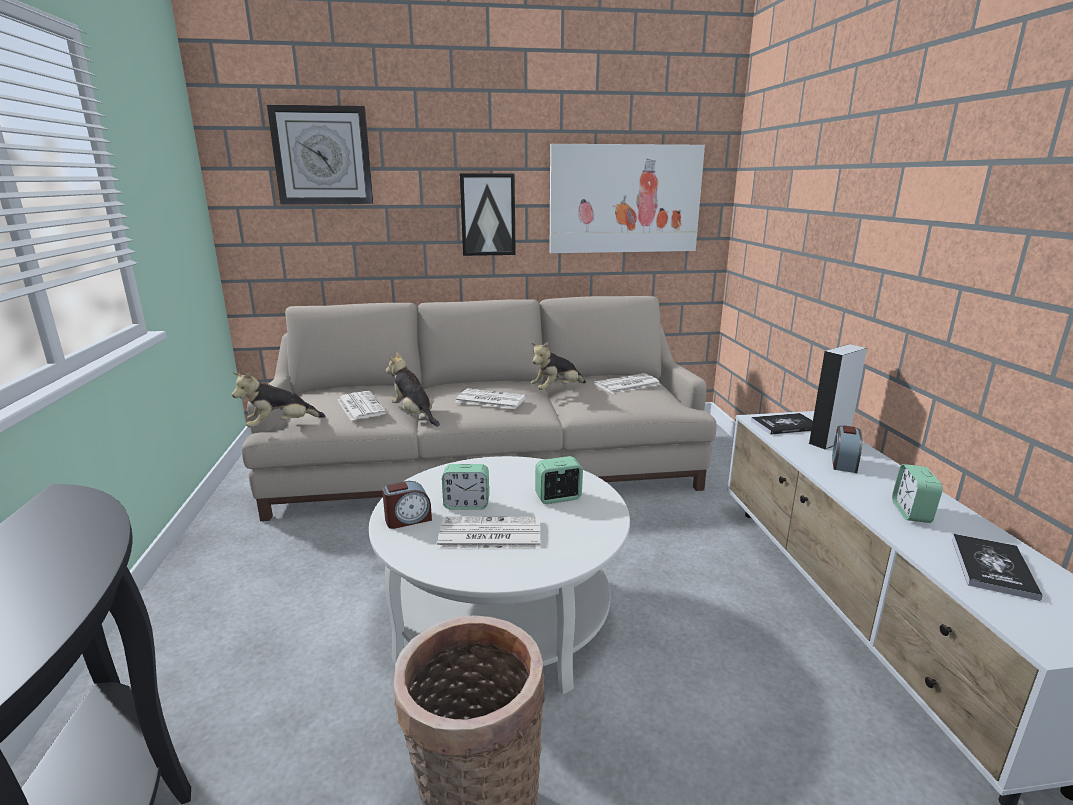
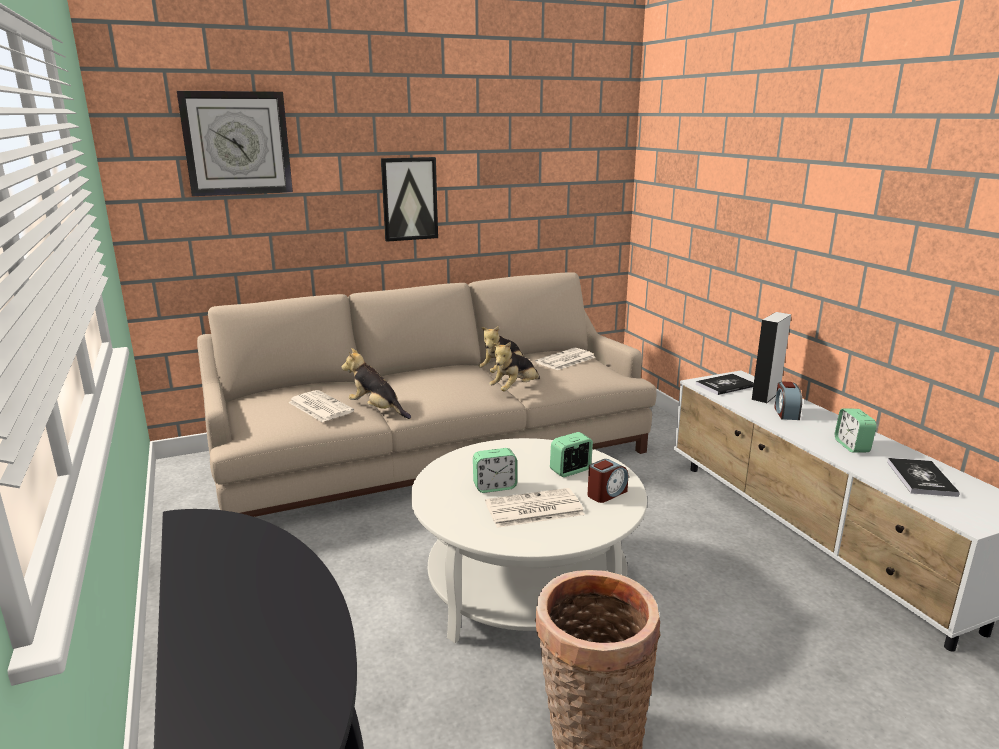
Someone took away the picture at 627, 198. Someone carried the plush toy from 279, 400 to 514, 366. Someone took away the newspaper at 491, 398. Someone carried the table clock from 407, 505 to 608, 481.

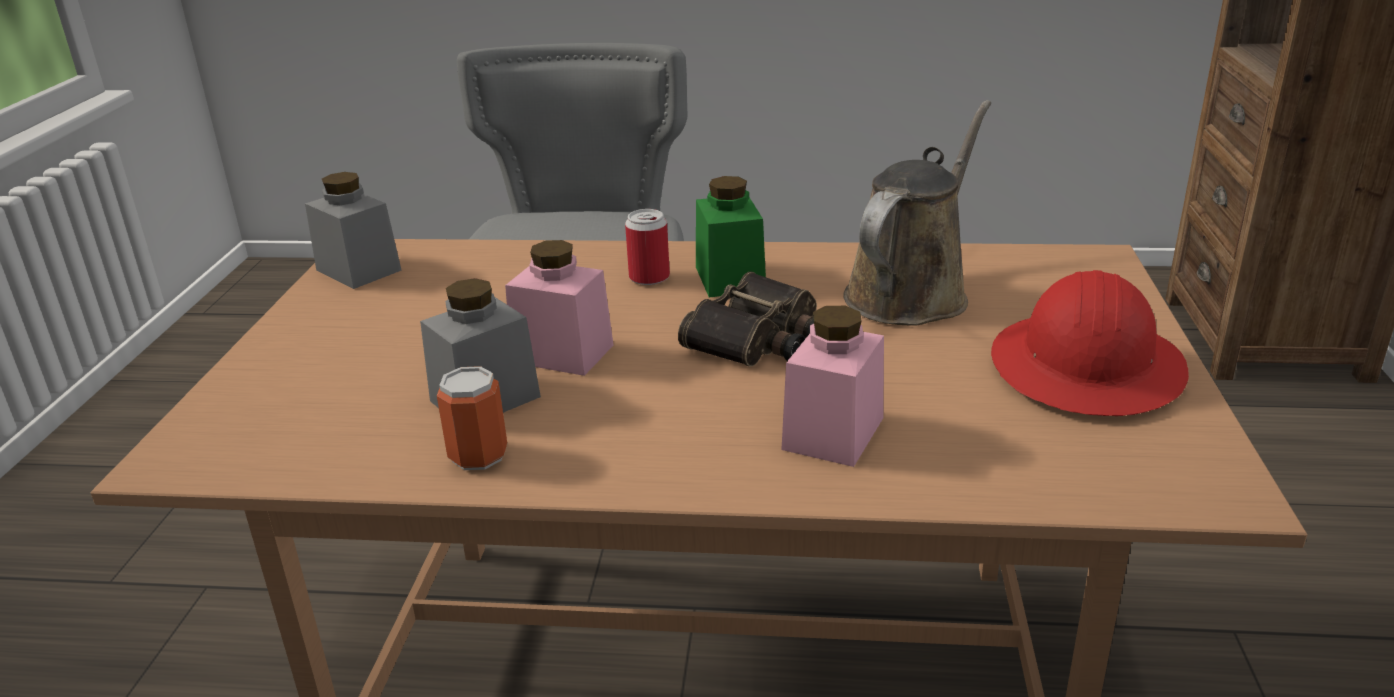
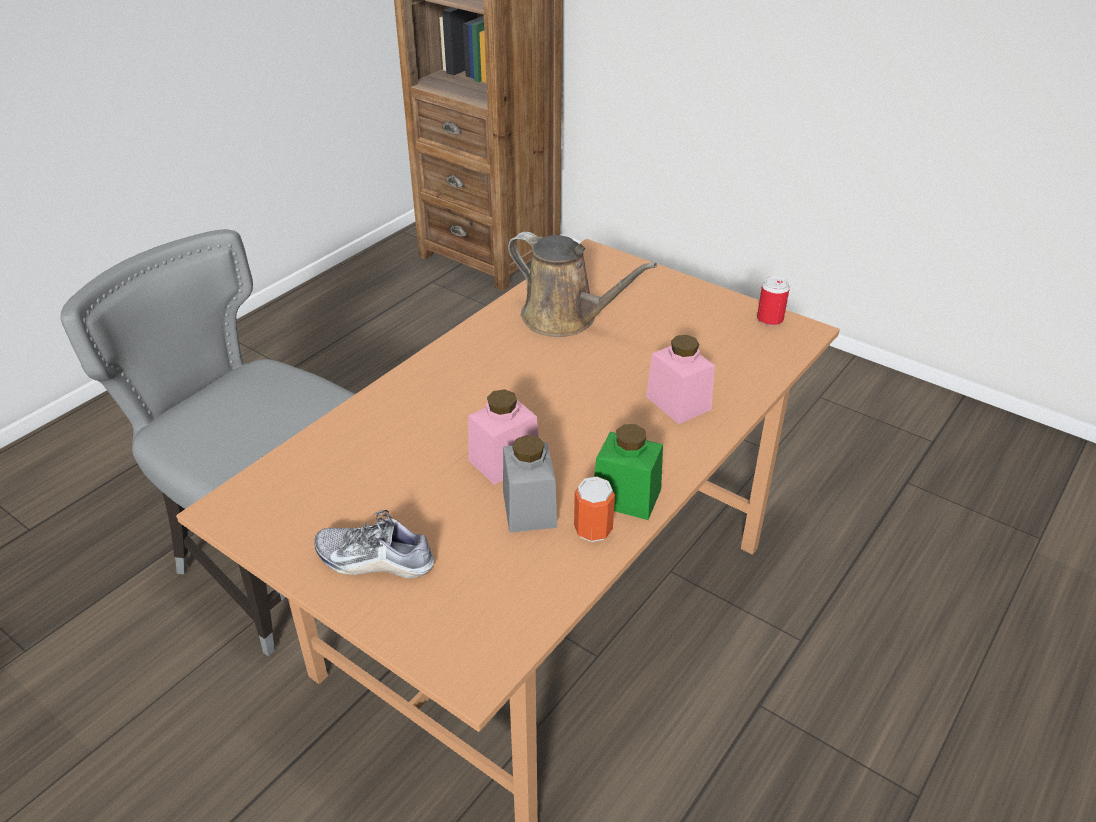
Someone rotated the brown watering can at 917, 213 by 150 degrees clockwise. Someone took away the gray preserve jar at 353, 230. Someone carried the green preserve jar from 731, 236 to 628, 472. Someone carried the sealed can from 647, 247 to 773, 301. Someone took away the red hard hat at 1090, 343. Someone took away the pair of binoculars at 747, 319. Someone put down the shoe at 374, 544.

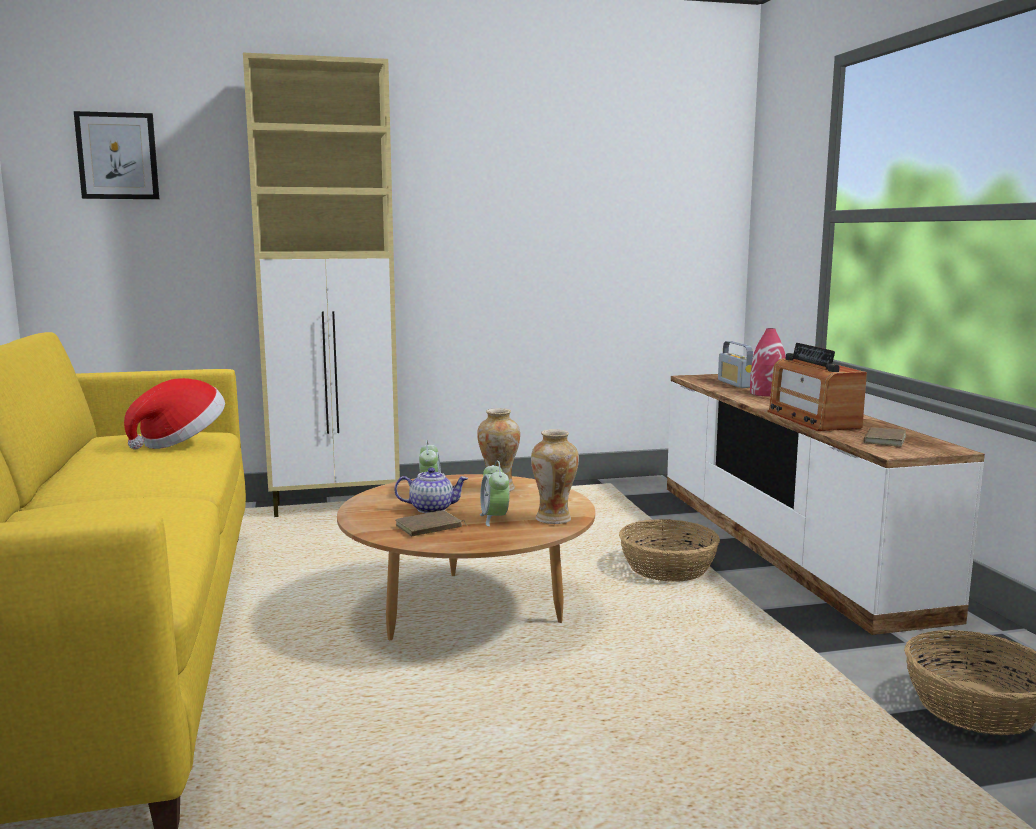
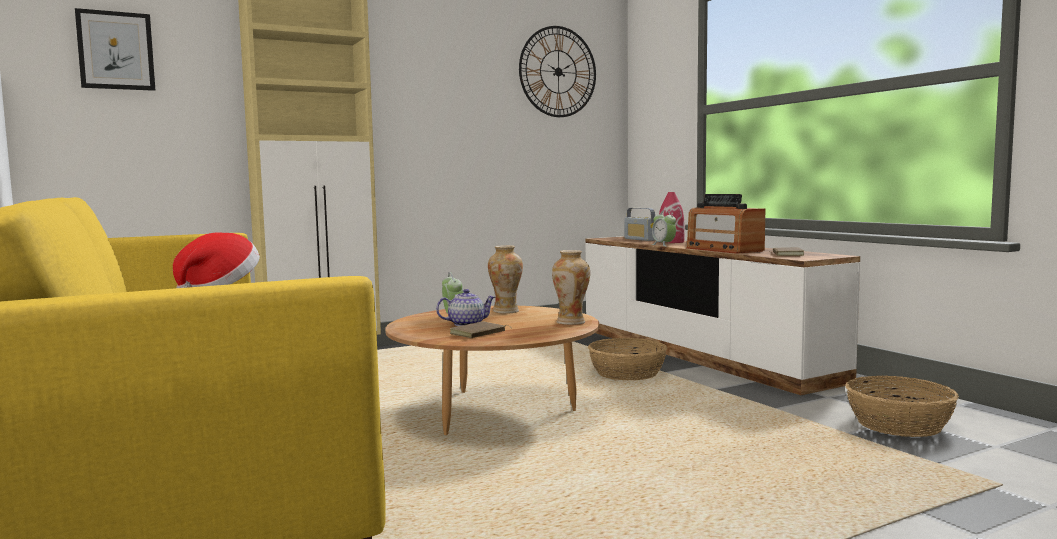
Someone carried the table clock from 495, 493 to 664, 228. Someone put up the clock on the wall at 557, 71.

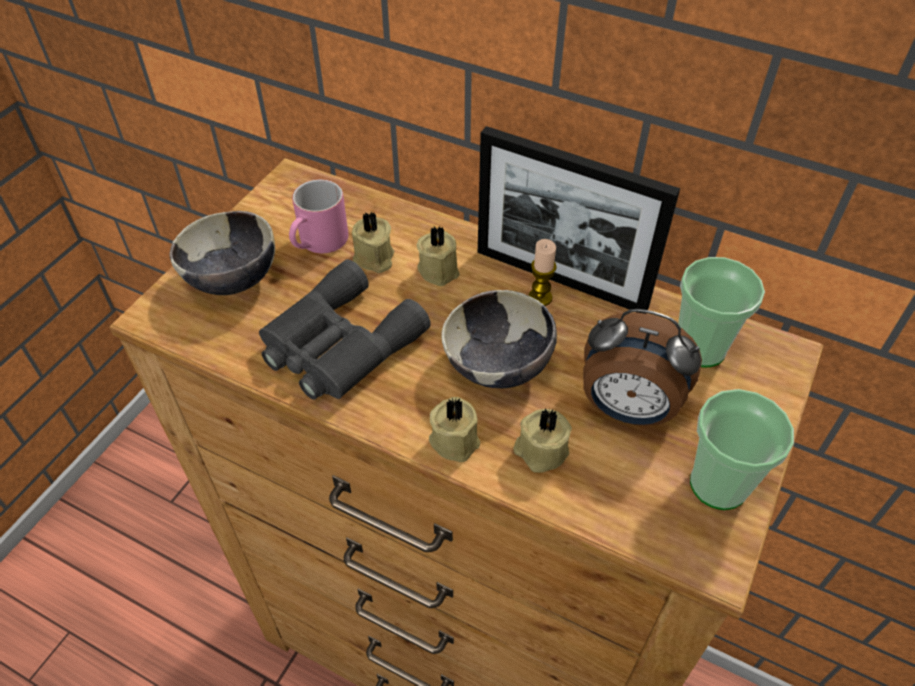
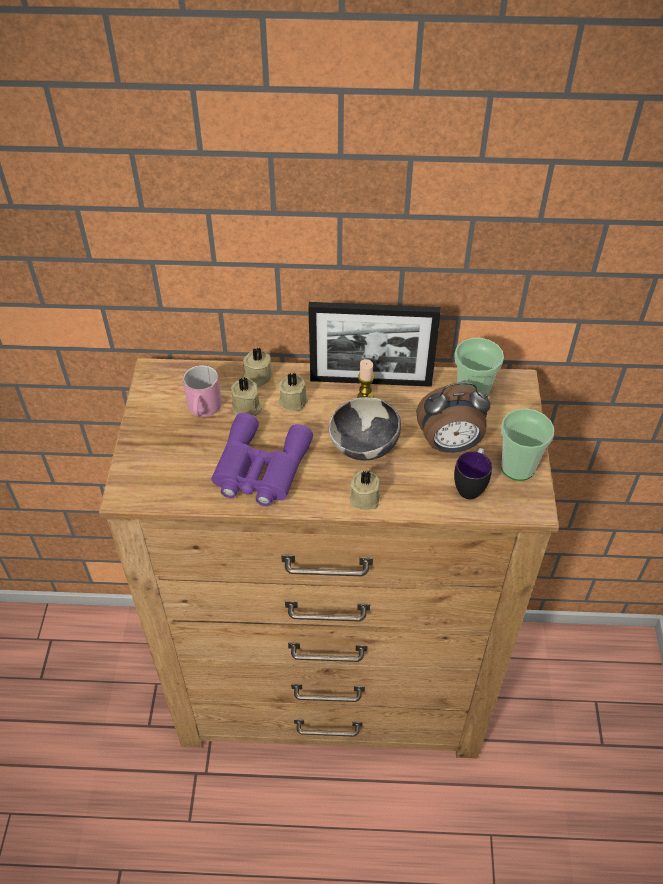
Someone took away the bowl at 222, 253. Someone repainted the gray pair of binoculars at 345, 329, which became the purplish pair of binoculars at 262, 459. Someone carried the beige-coloured candle from 542, 440 to 257, 367. Someone put down the tea mug at 473, 473.

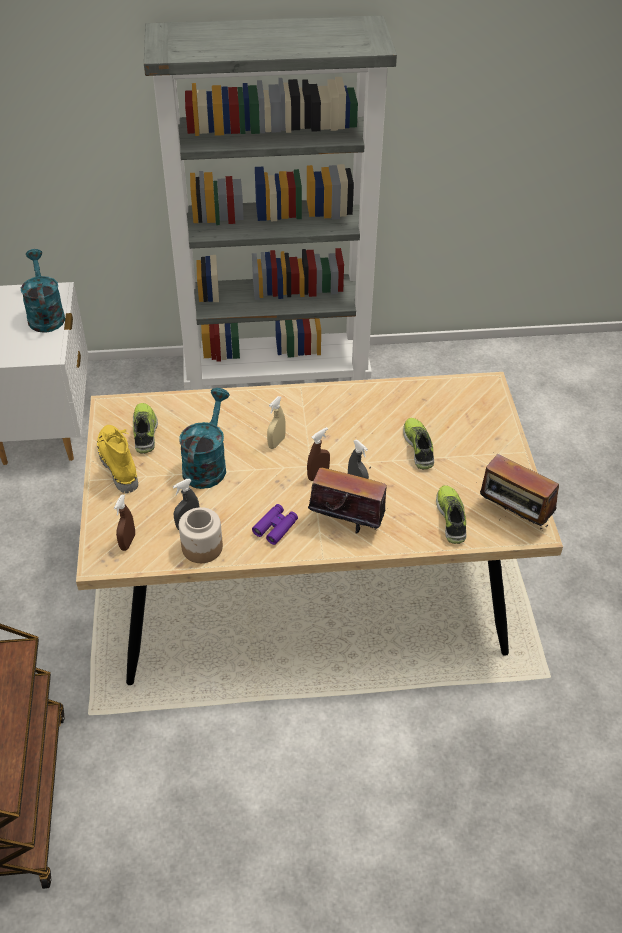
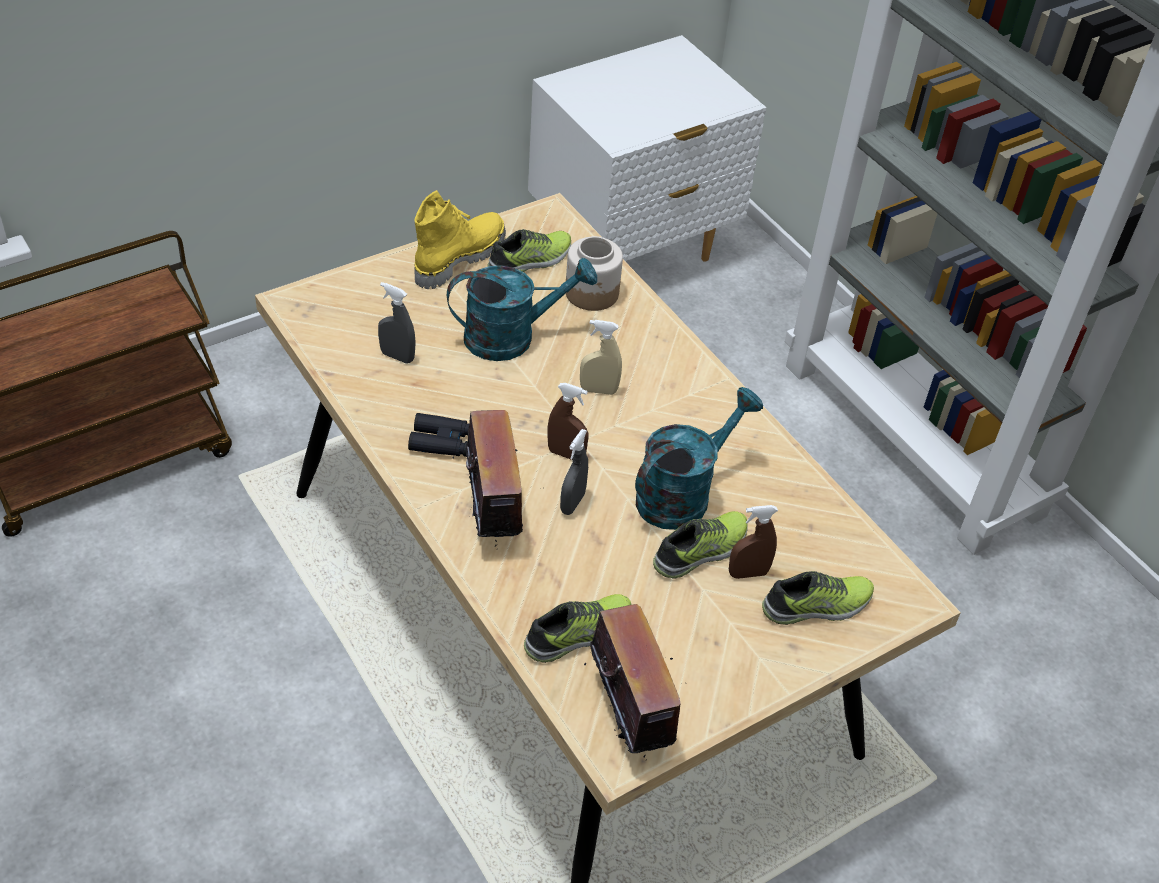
Someone carried the turquoise-coloured watering can from 43, 291 to 699, 458. Someone rotated the radio at 519, 491 by 150 degrees clockwise. Someone carried the brown spray bottle from 124, 523 to 753, 542. Someone repainted the purplish pair of binoculars at 275, 524, which became the black pair of binoculars at 438, 435. Someone carried the preserve jar from 201, 535 to 594, 273. Someone put down the shoe at 818, 598.

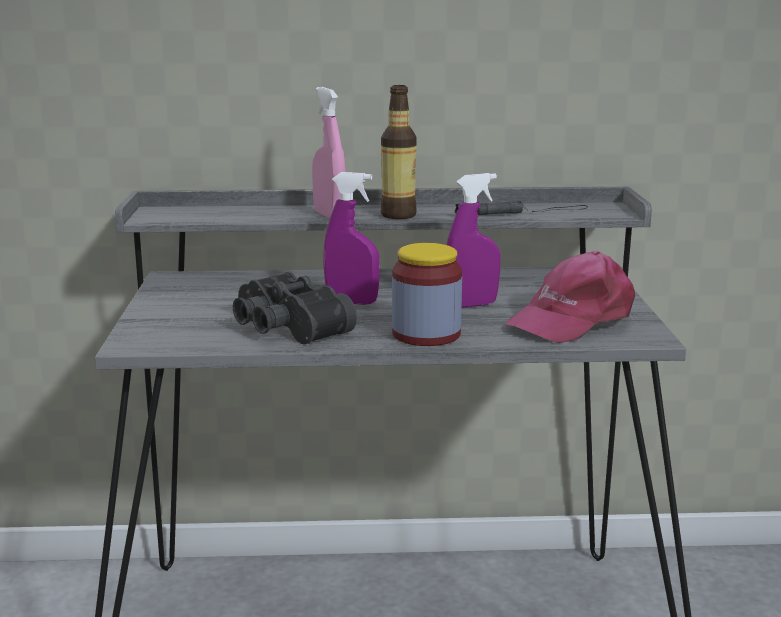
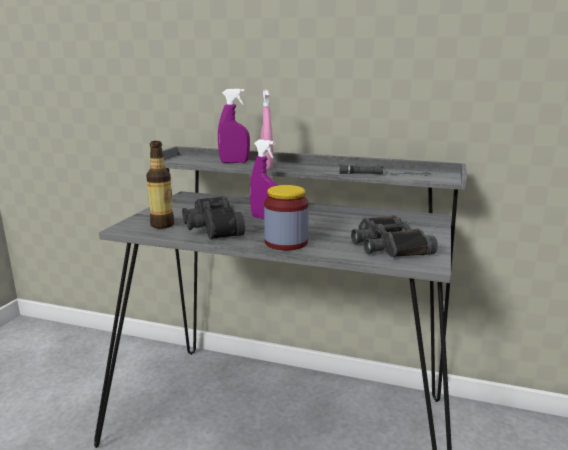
Someone carried the beverage bottle from 399, 152 to 160, 185. Someone carried the purplish spray bottle from 473, 240 to 234, 126. Someone swapped the pink peaked cap at 569, 297 for the black pair of binoculars at 394, 236.

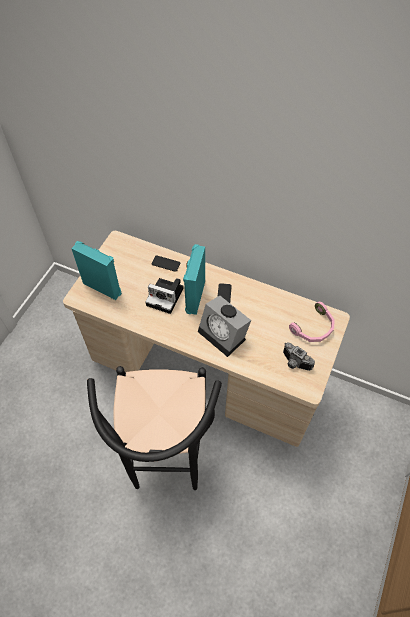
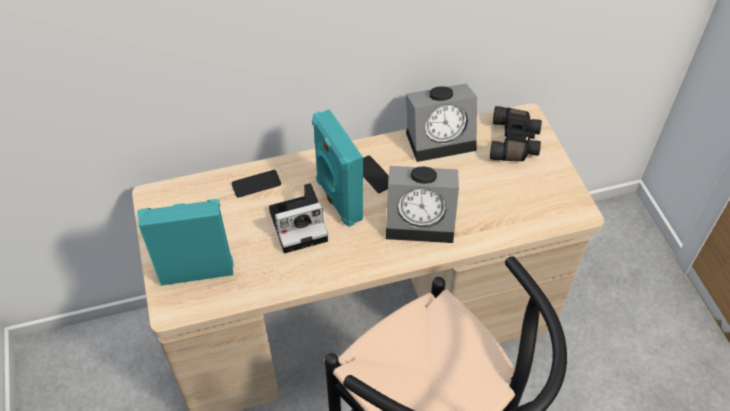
Someone swapped the pink headphones at 312, 322 for the black pair of binoculars at 516, 133. Someone took away the photo camera at 299, 356. Someone put down the table clock at 441, 122.

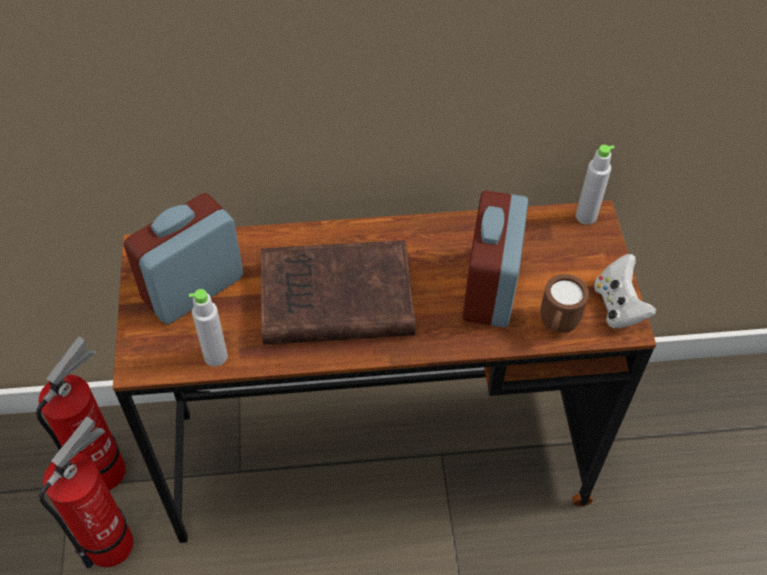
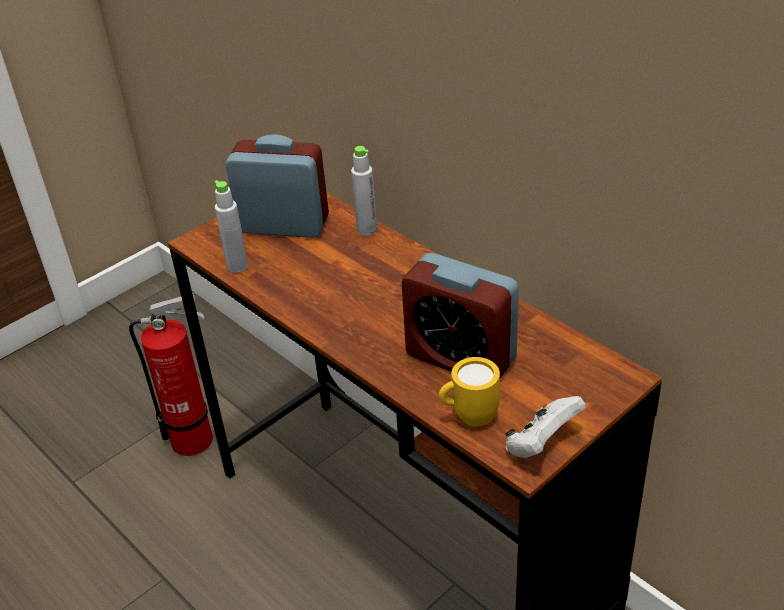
Someone carried the gray beverage bottle from 595, 185 to 364, 191. Someone rotated the table clock at 495, 259 by 120 degrees counterclockwise. Someone took away the brown book at 338, 292. Someone repainted the brown tea mug at 565, 303, which became the yellowish tea mug at 469, 392. Someone took away the fire extinguisher at 81, 413.

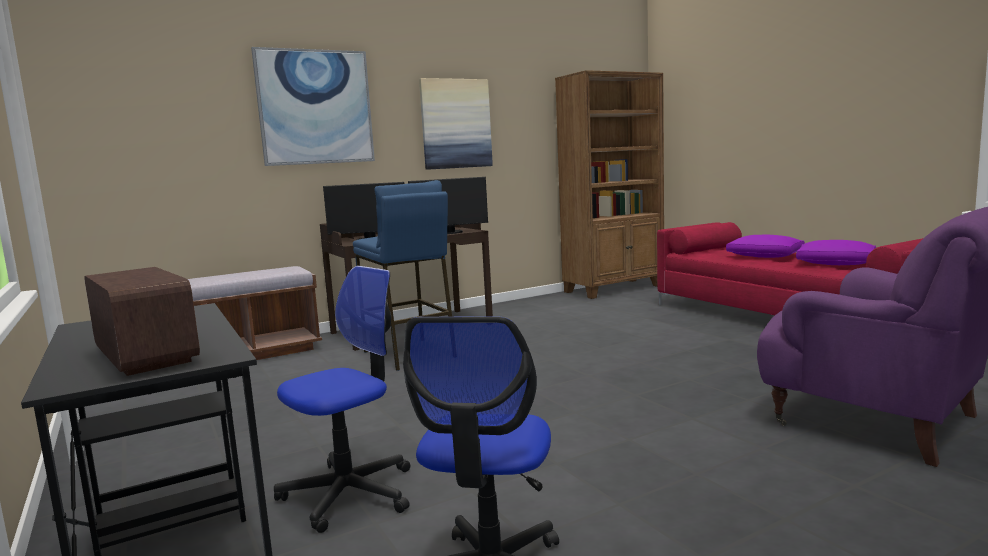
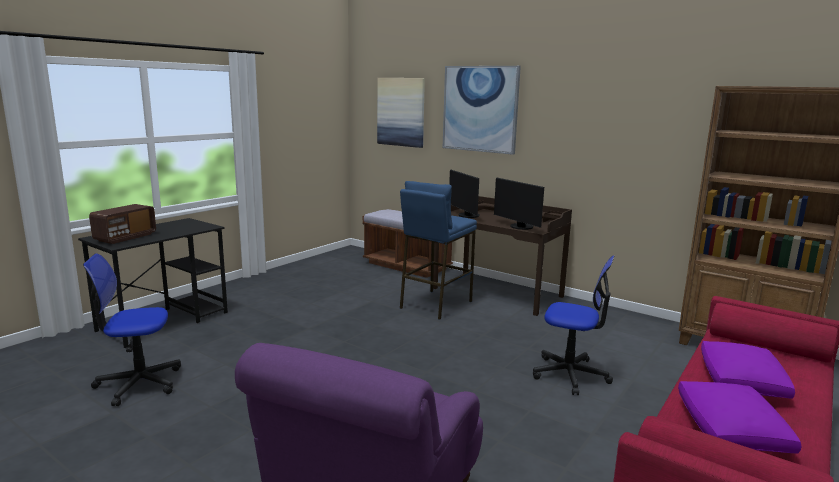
Someone carried the picture from 456, 124 to 401, 113. Someone carried the office chair from 342, 399 to 573, 325.

